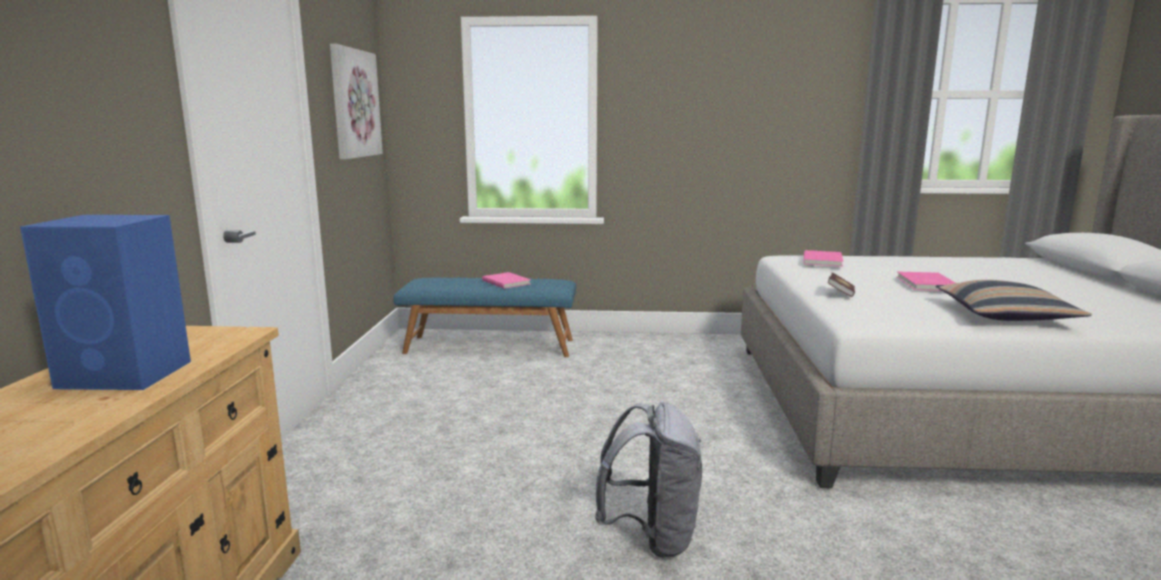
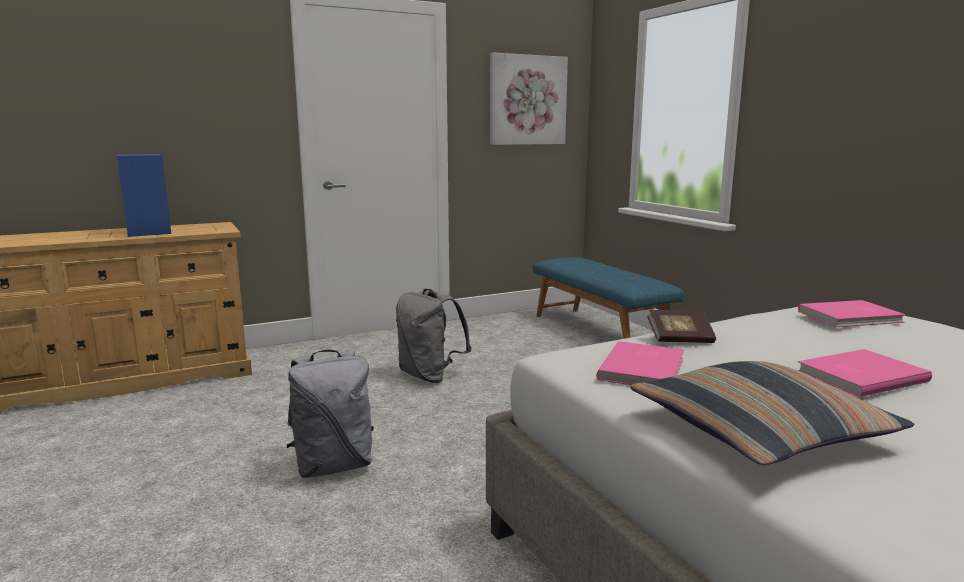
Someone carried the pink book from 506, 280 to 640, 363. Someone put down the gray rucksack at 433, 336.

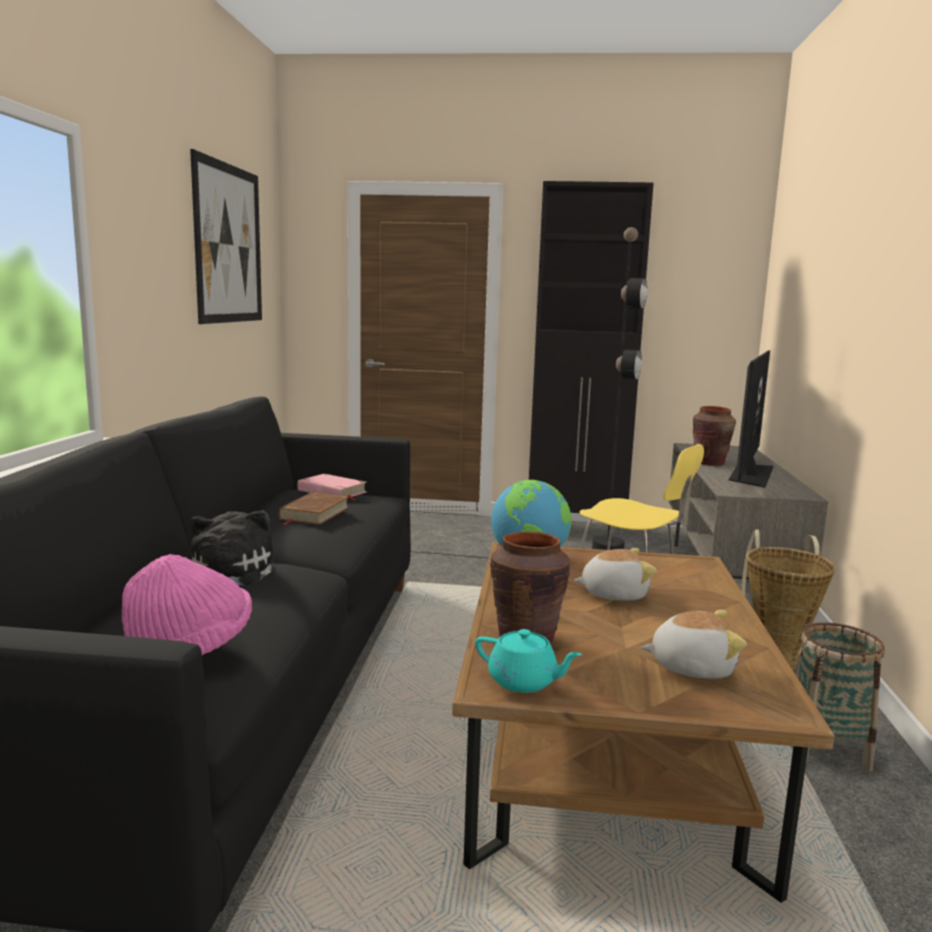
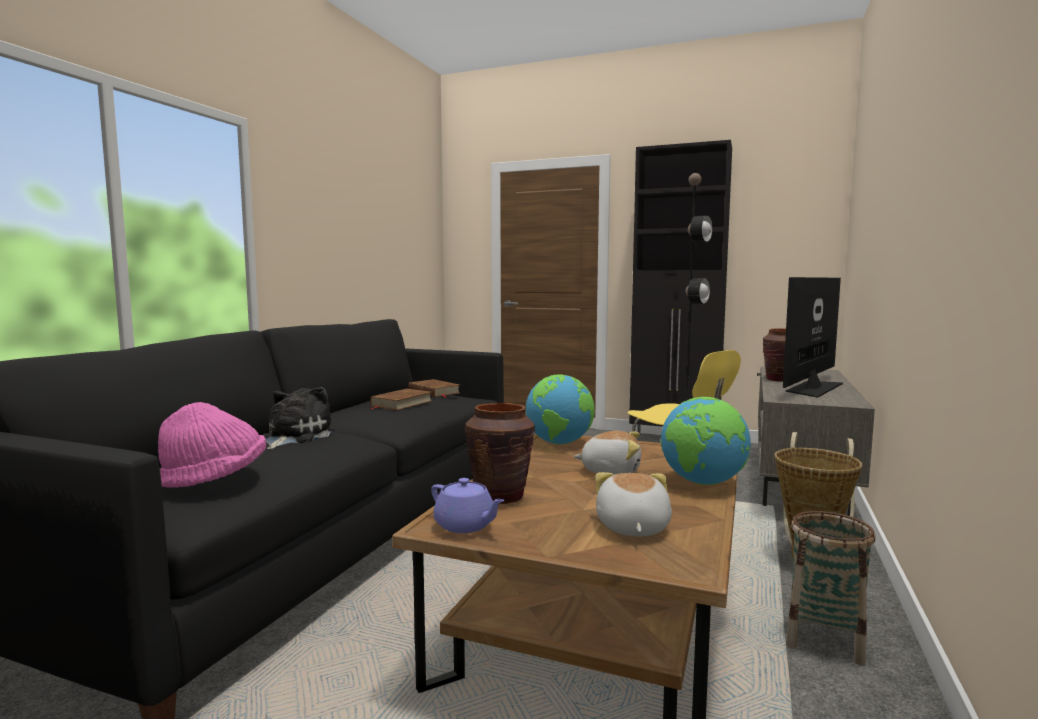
Someone took away the picture at 226, 236. Someone repainted the pink book at 331, 487, which became the brown book at 433, 388. Someone rotated the plush toy at 694, 644 by 105 degrees counterclockwise. Someone repainted the turquoise-coloured pot for tea at 528, 661, which became the purplish pot for tea at 468, 505. Someone put down the globe at 706, 441.

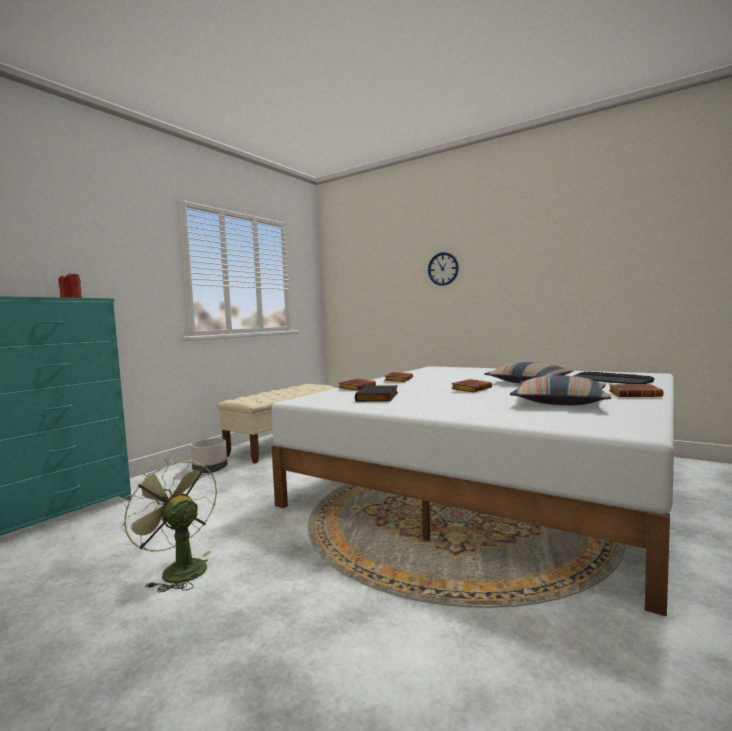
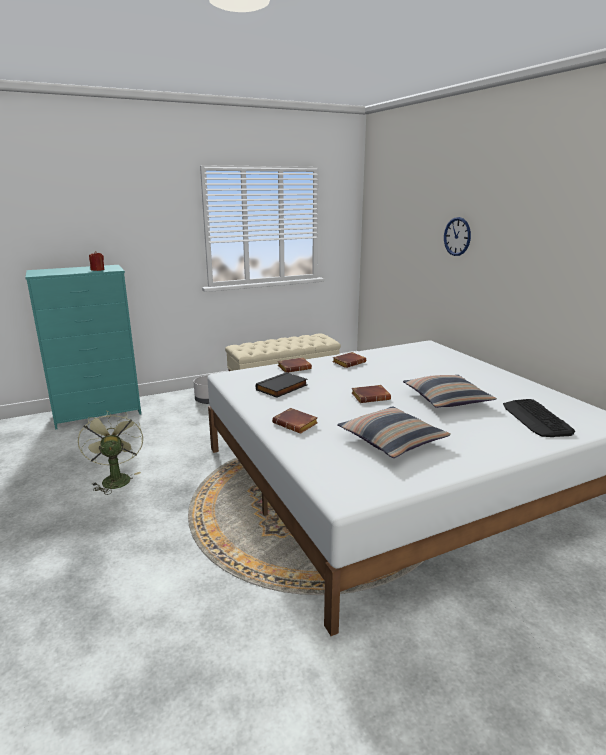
Someone carried the brown book from 636, 390 to 295, 421.

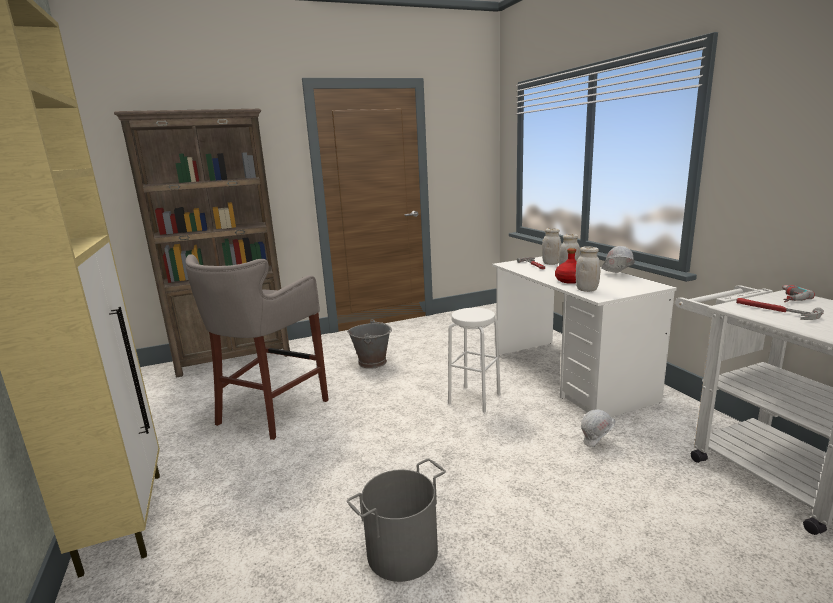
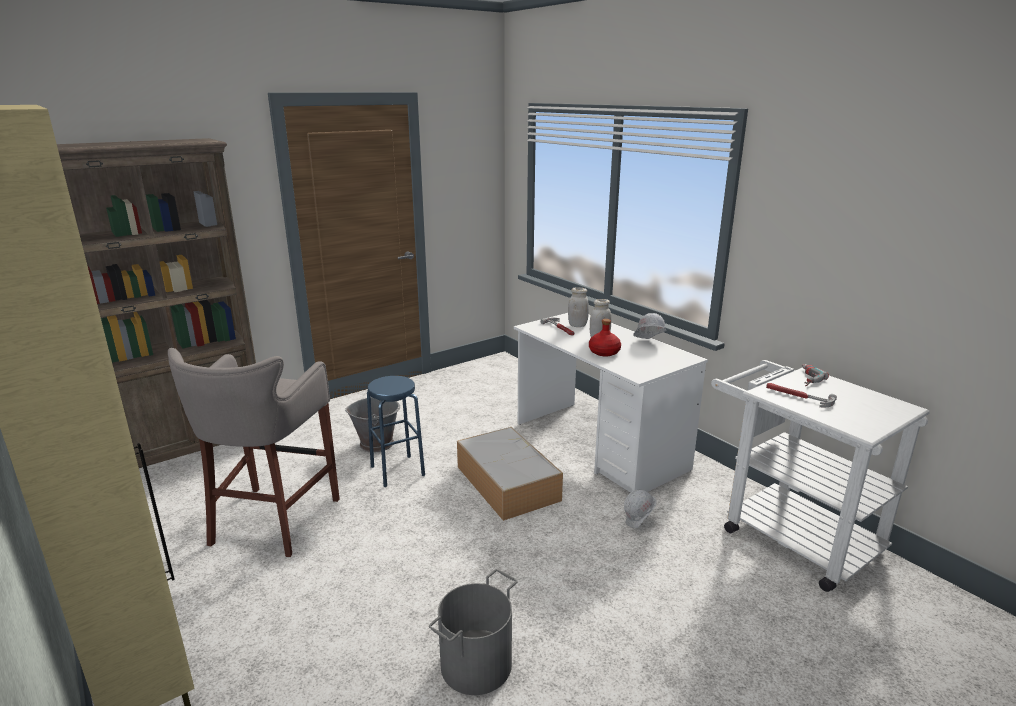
Someone took away the white preserve jar at 588, 269. Someone swapped the white stool at 474, 360 for the storage bin at 510, 474. Someone put down the blue-coloured stool at 396, 431.

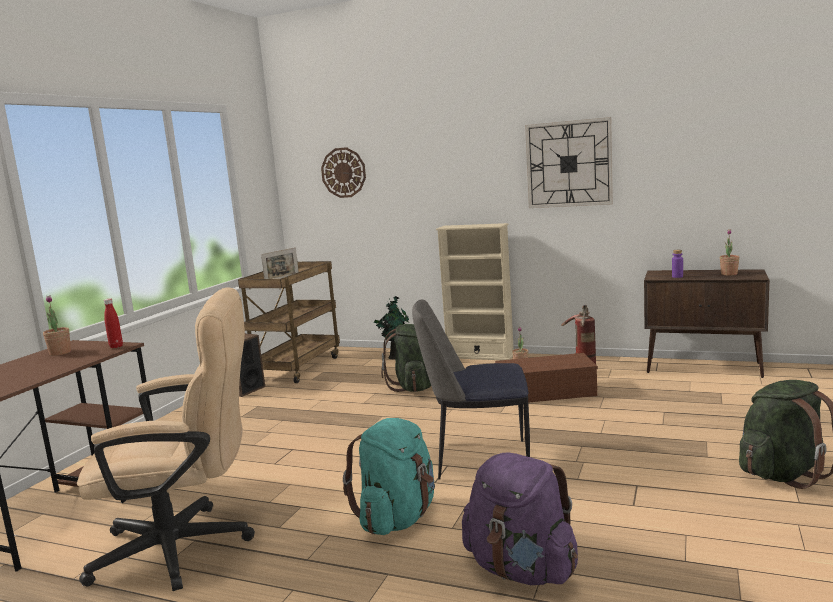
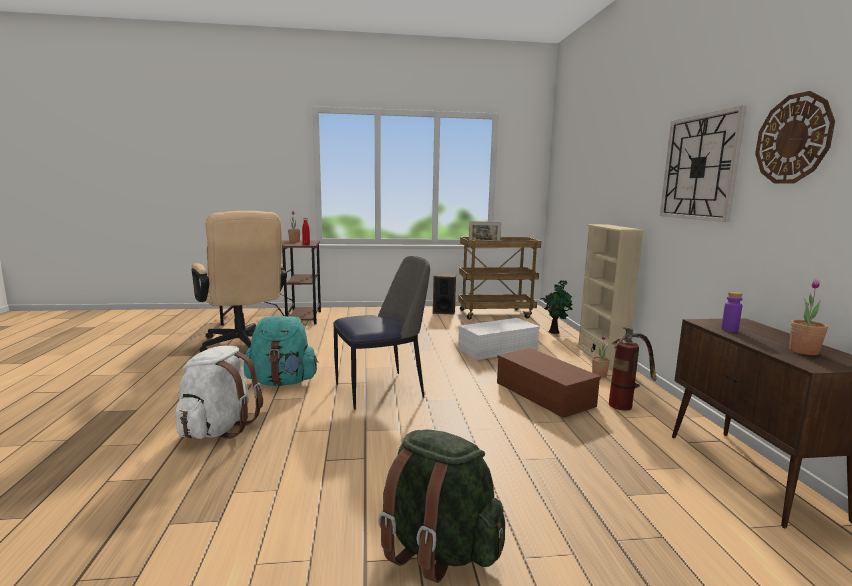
Someone carried the clock on the wall from 343, 172 to 795, 137. Someone rotated the upright chair at 471, 390 by 90 degrees clockwise. Someone swapped the green rucksack at 406, 358 for the white storage bin at 499, 339. Someone repainted the purplish rucksack at 520, 518, which became the white rucksack at 219, 392.

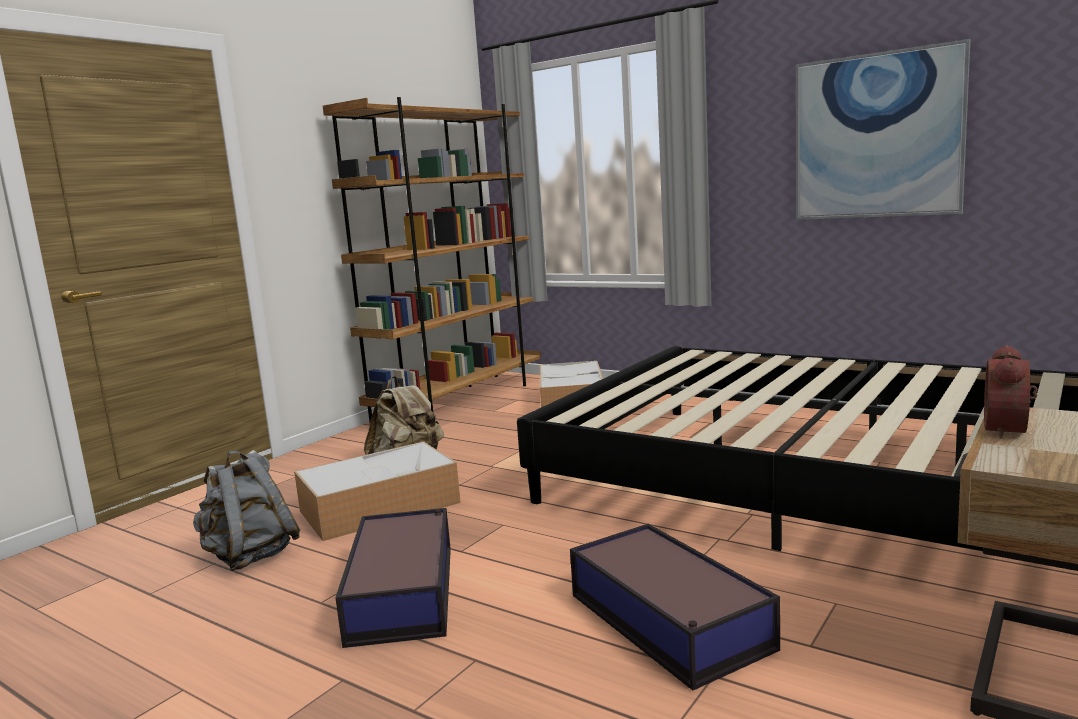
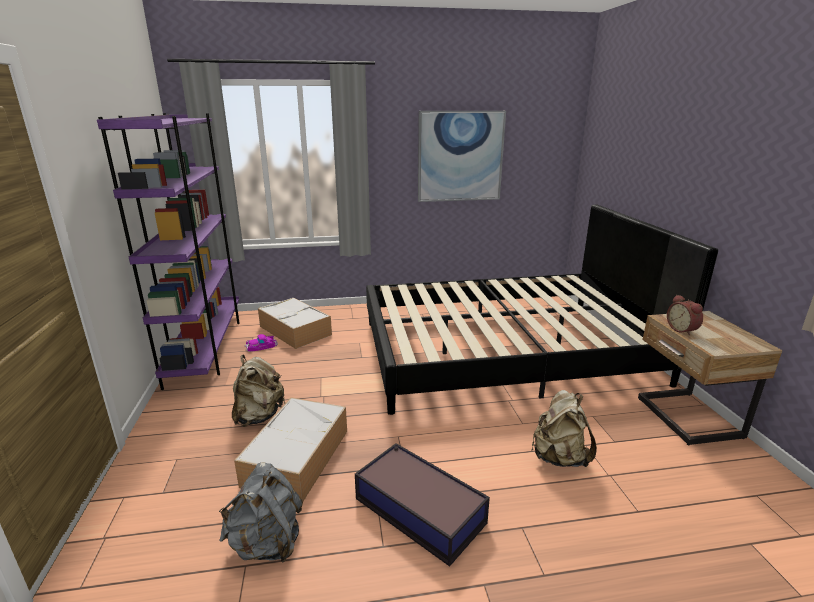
Someone repainted the brown bookcase at 432, 259, which became the purplish bookcase at 168, 251. Someone swapped the storage bin at 675, 607 for the beige-coloured rucksack at 564, 428. Someone put down the miniature car at 261, 343.

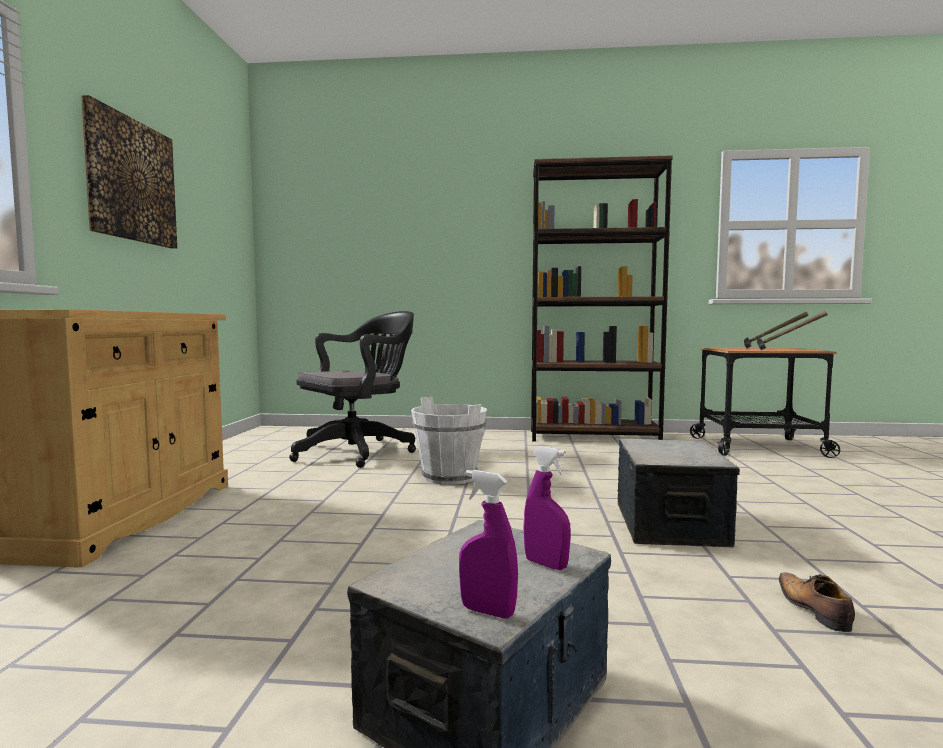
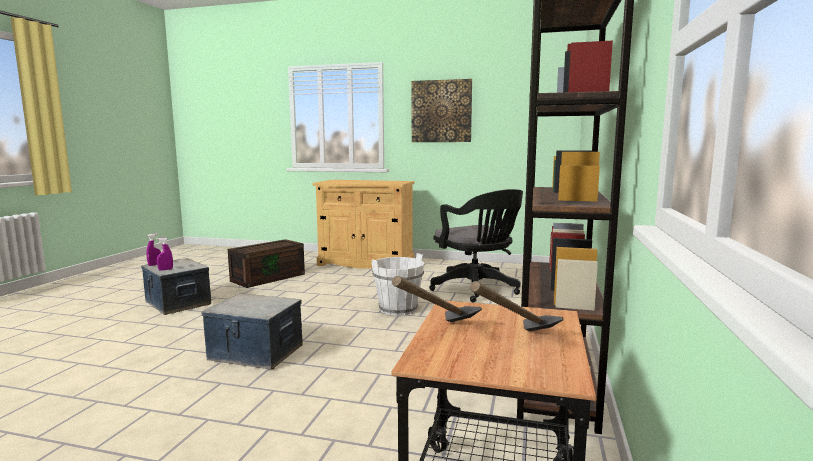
Someone took away the shoe at 817, 602. Someone put down the brown storage bin at 266, 263.

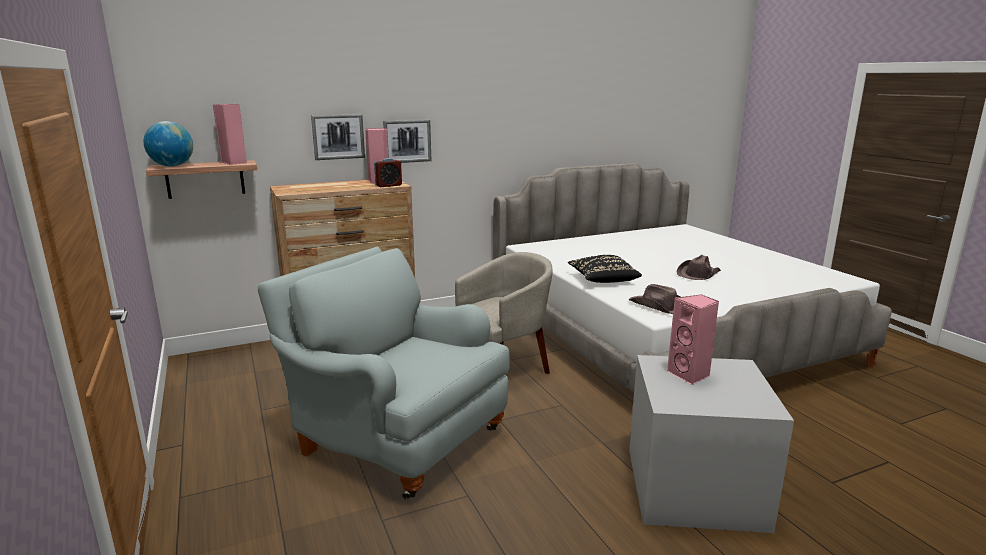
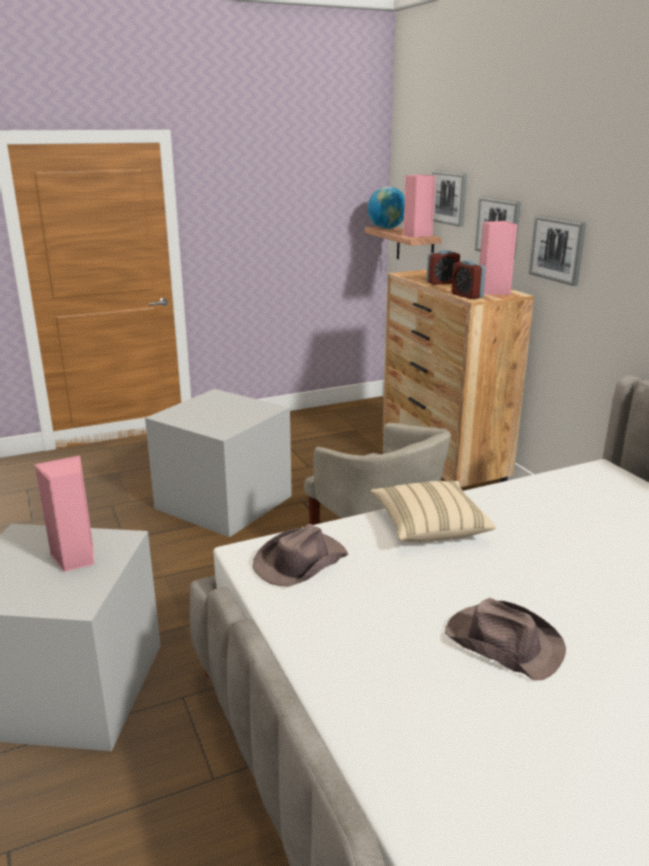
Someone swapped the gray lounge chair at 384, 373 for the gray storage bin at 218, 463. Someone repainted the black pillow at 605, 269, which became the beige-coloured pillow at 433, 511. Someone put up the picture at 449, 198. Someone put down the table clock at 443, 267.

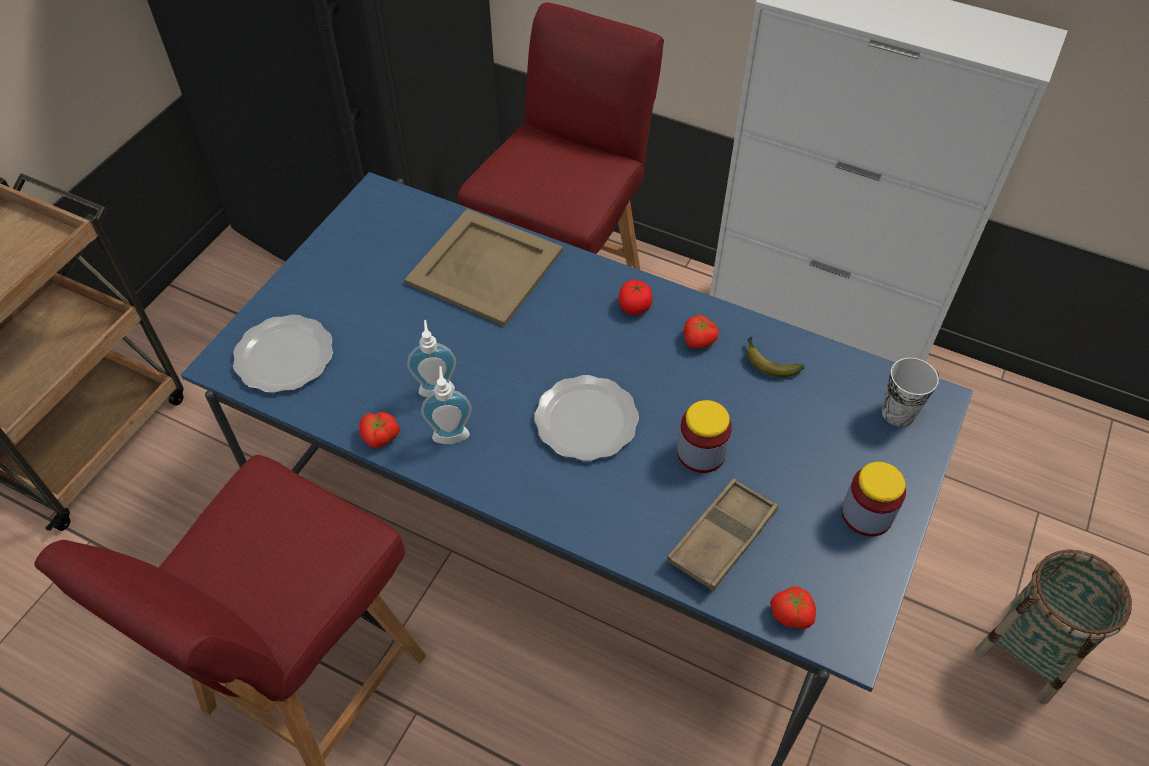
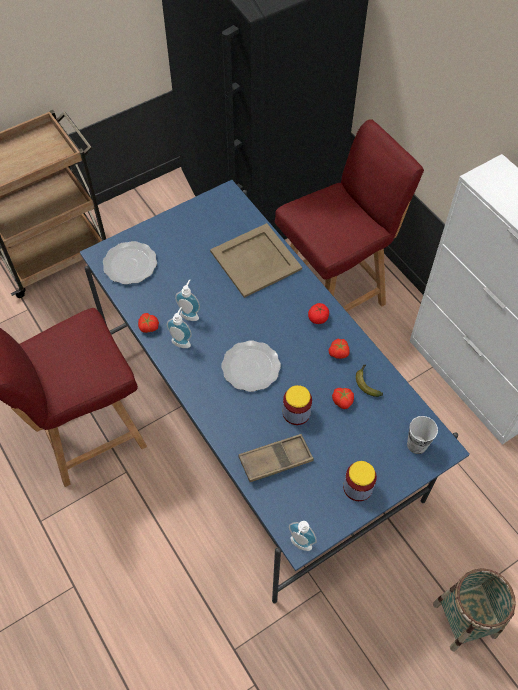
Someone carried the whole tomato from 793, 607 to 343, 398. Someone put down the soap bottle at 303, 536.

